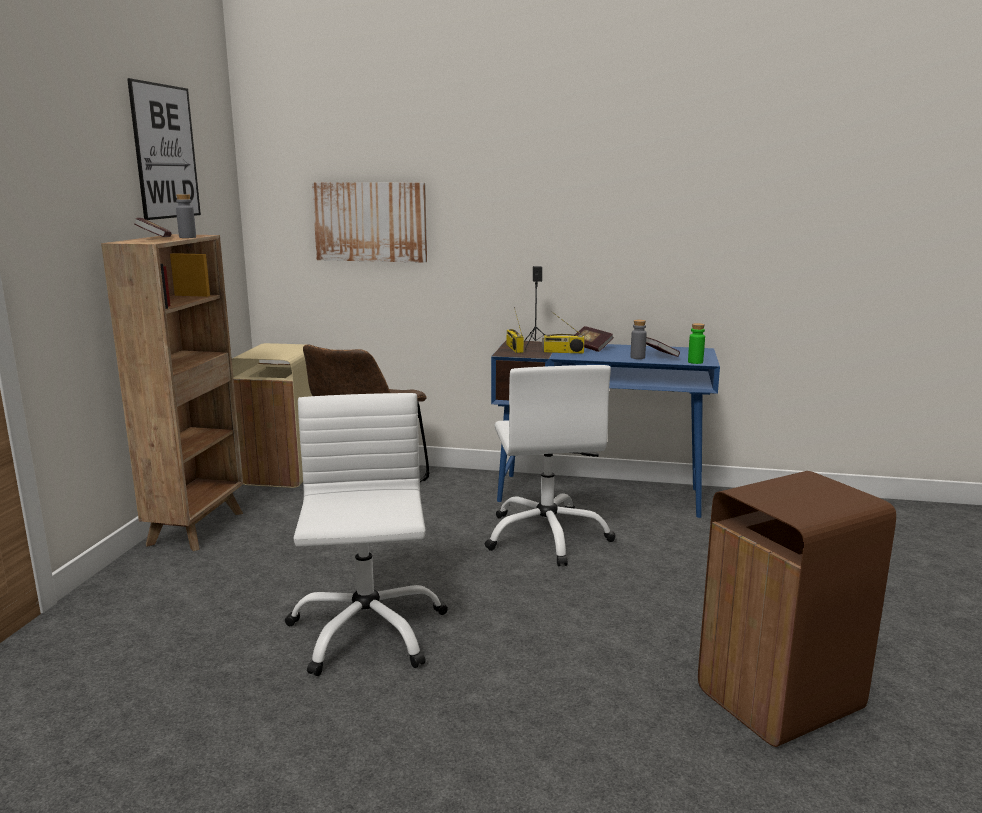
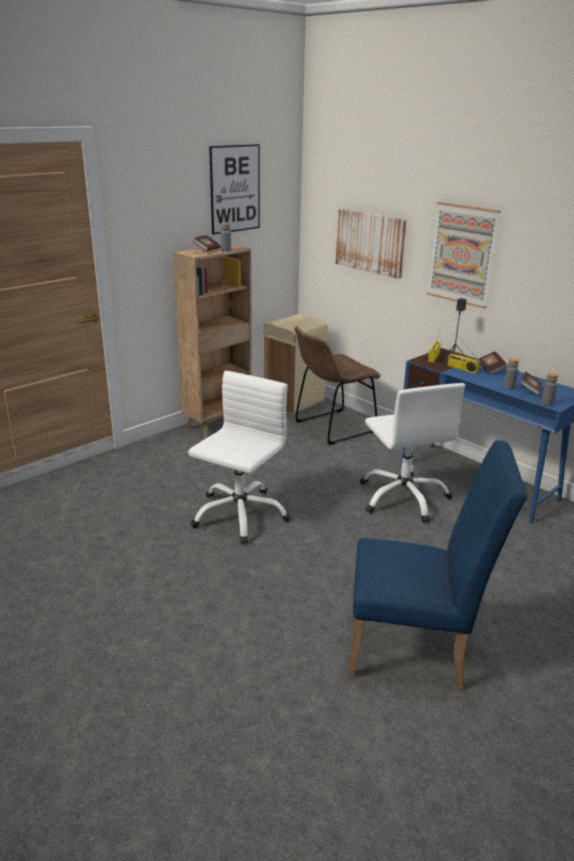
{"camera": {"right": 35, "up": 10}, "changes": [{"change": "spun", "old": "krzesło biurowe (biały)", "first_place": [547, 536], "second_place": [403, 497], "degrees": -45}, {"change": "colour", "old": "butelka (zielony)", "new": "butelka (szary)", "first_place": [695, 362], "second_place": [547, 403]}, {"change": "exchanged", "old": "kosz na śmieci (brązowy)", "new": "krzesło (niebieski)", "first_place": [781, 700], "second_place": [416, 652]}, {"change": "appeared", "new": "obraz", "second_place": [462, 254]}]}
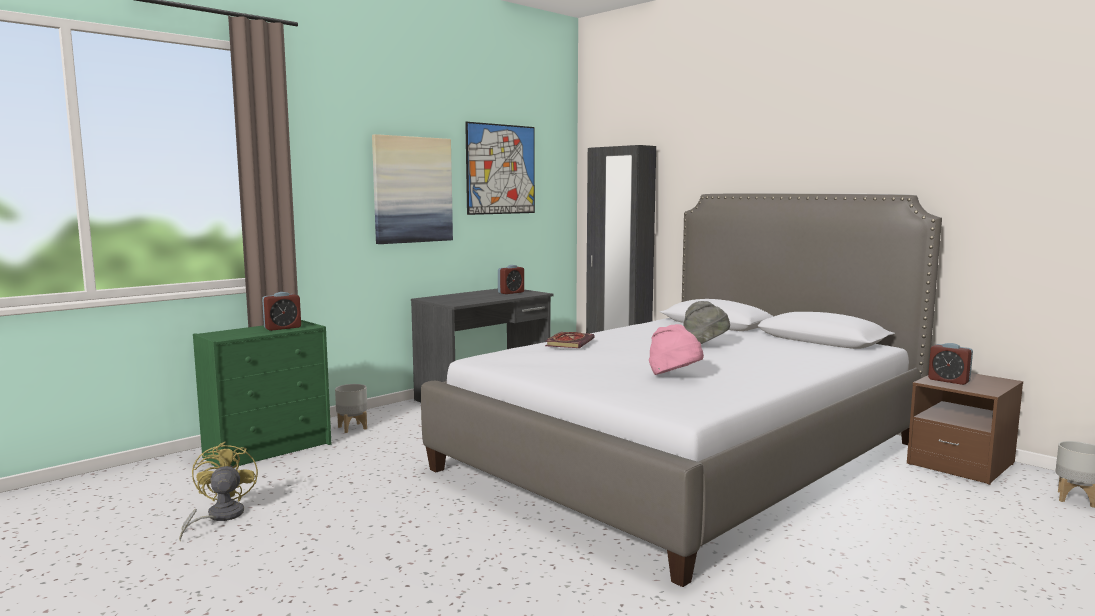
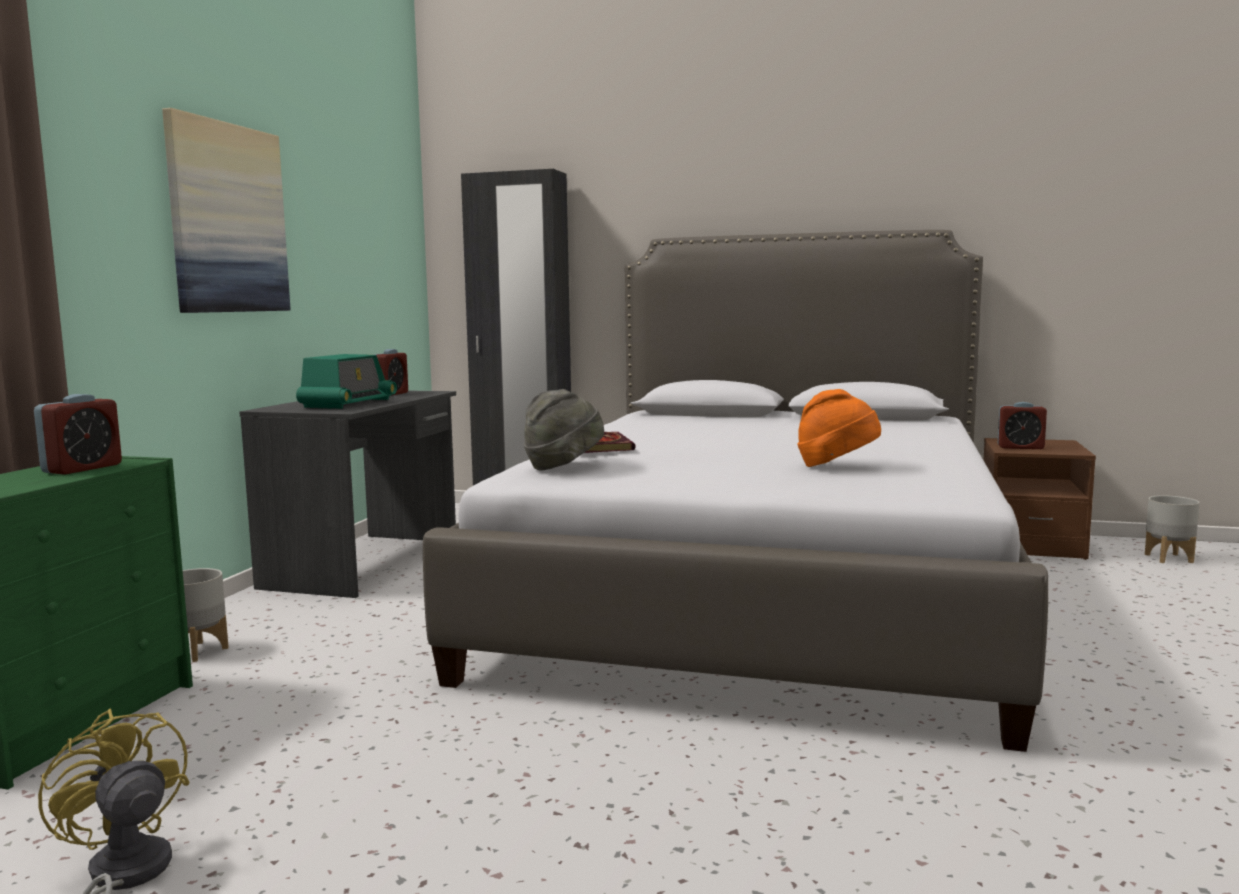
{"camera": {"right": -30, "up": 0}, "changes": [{"change": "missing", "old": "obraz", "first_place": [501, 169]}, {"change": "colour", "old": "kapelusz (różowy)", "new": "kapelusz (pomarańczowy)", "first_place": [675, 377], "second_place": [836, 466]}, {"change": "relocated", "old": "kapelusz (szary)", "first_place": [705, 345], "second_place": [563, 467]}, {"change": "appeared", "new": "radio", "second_place": [348, 403]}]}
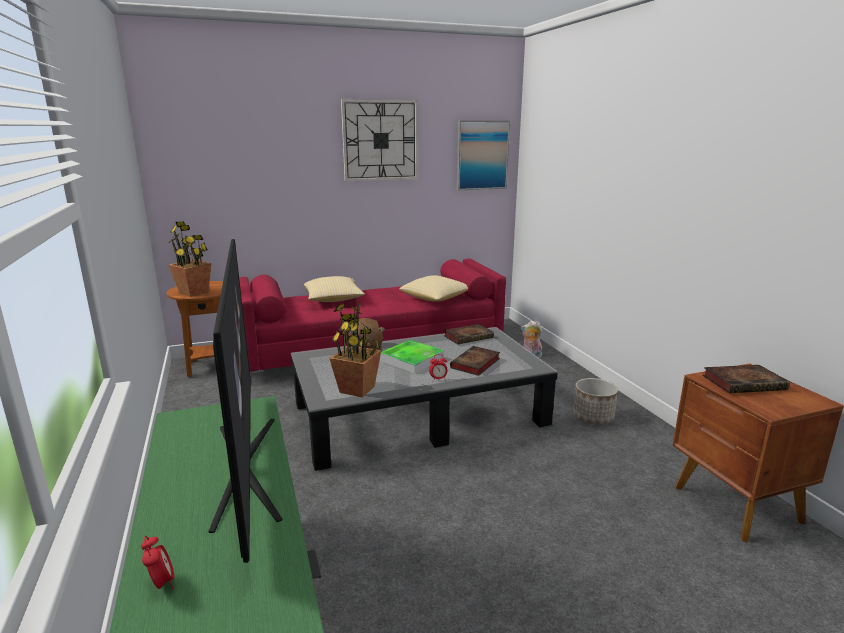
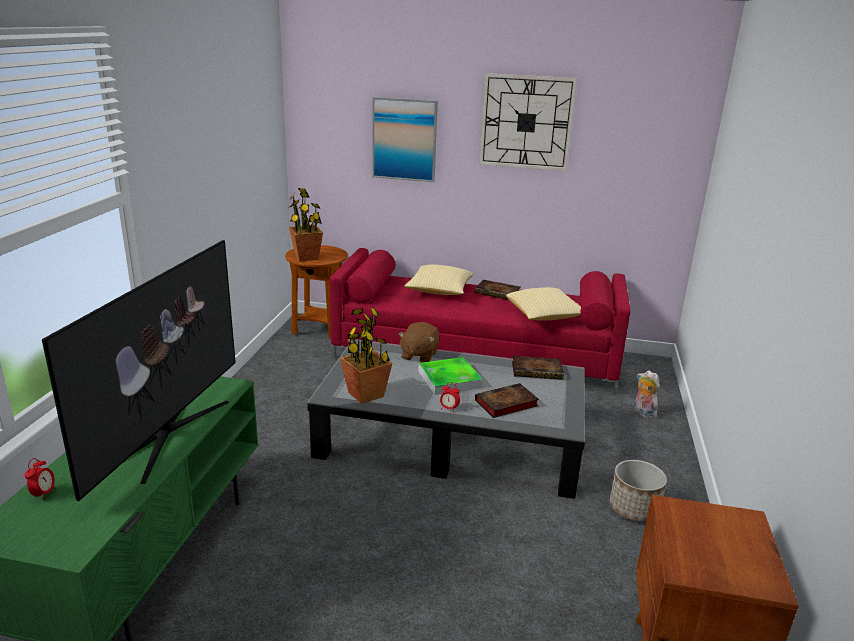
{"camera": {"right": 30, "up": 5}, "changes": [{"change": "relocated", "old": "obraz", "first_place": [482, 155], "second_place": [404, 139]}, {"change": "relocated", "old": "książka", "first_place": [744, 383], "second_place": [498, 293]}]}
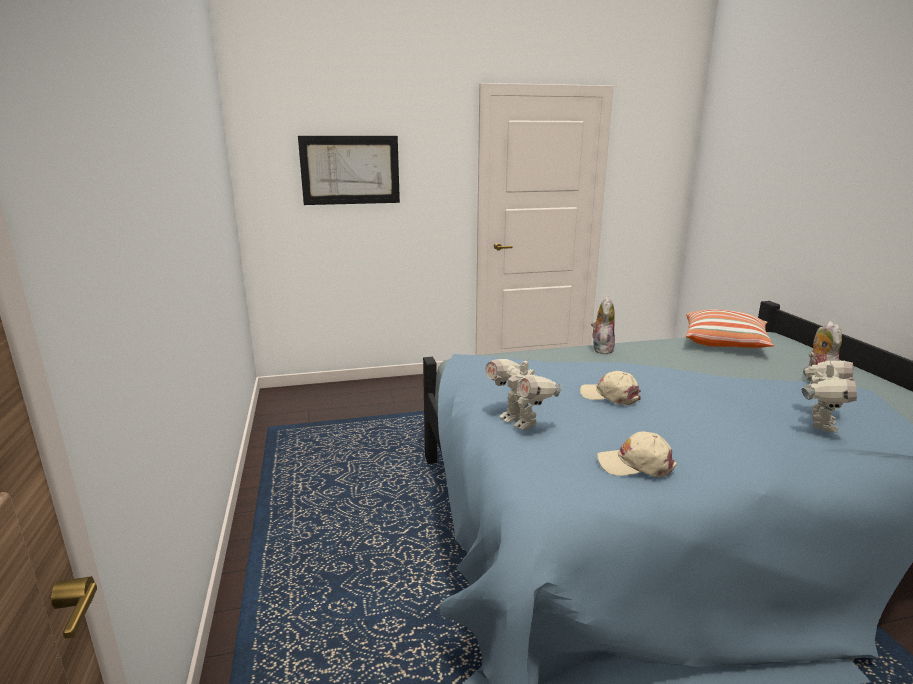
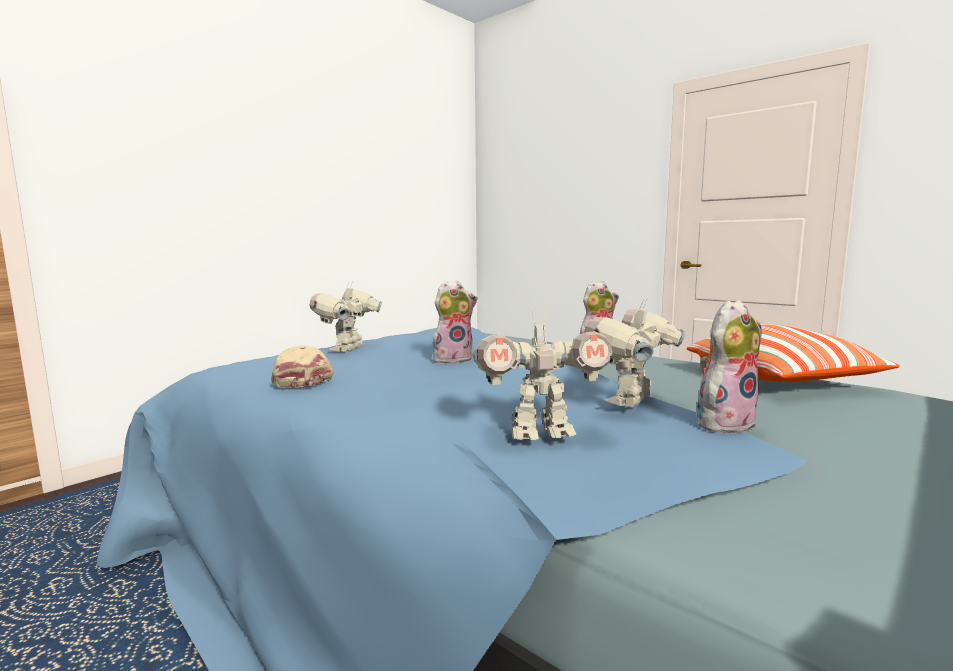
{"camera": {"right": 55, "up": -10}, "changes": [{"change": "missing", "old": "obraz", "first_place": [350, 170]}, {"change": "exchanged", "old": "czapka z daszkiem (beżowy)", "new": "pluszak", "first_place": [610, 395], "second_place": [453, 359]}, {"change": "appeared", "new": "robot zabawkowy", "second_place": [632, 402]}]}
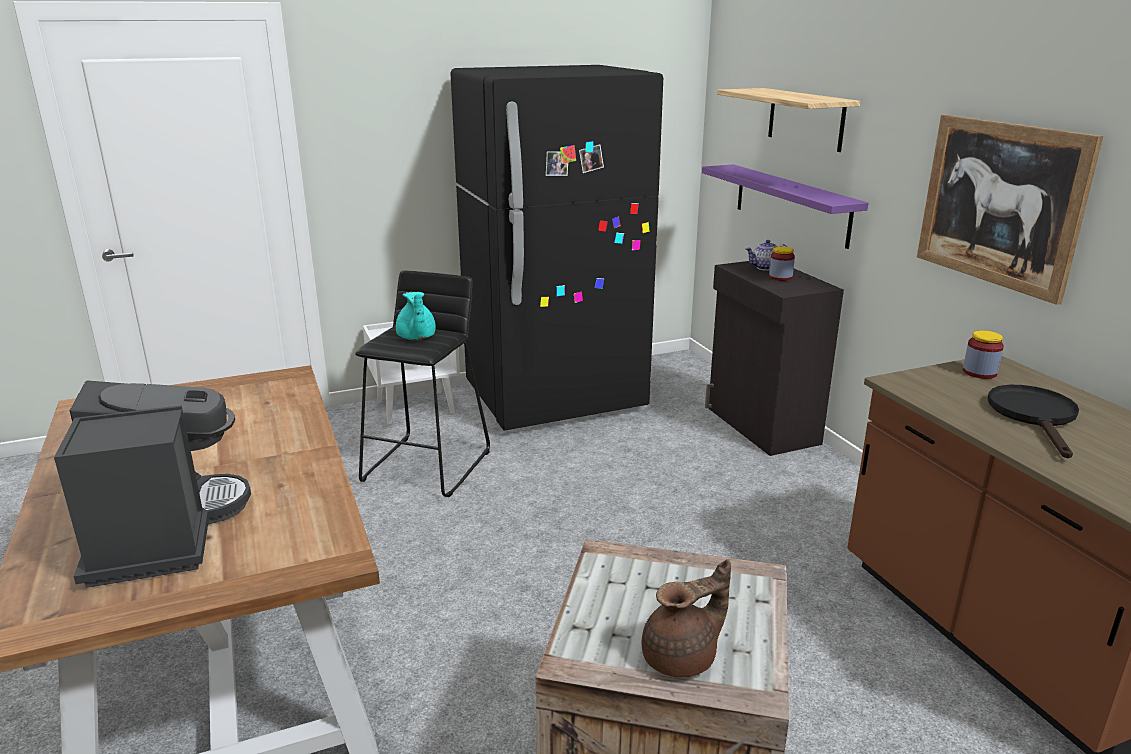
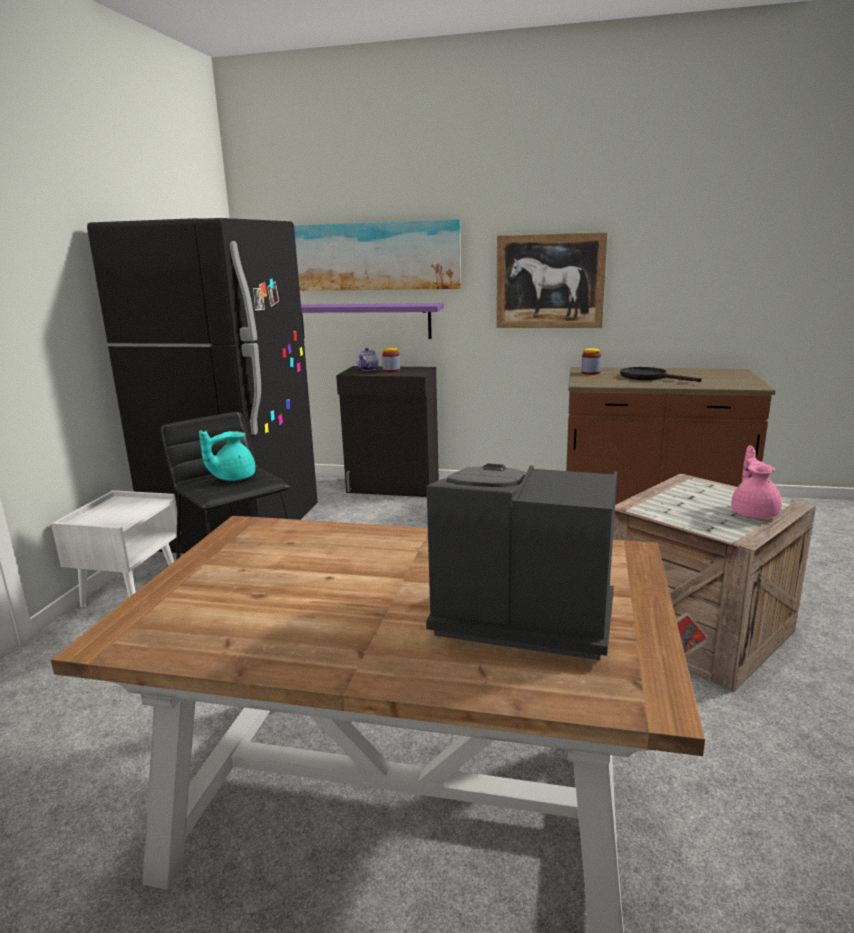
{"camera": {"right": -55, "up": -5}, "changes": [{"change": "spun", "old": "imbryk (turkusowy)", "first_place": [416, 337], "second_place": [232, 478], "degrees": 120}, {"change": "colour", "old": "imbryk (brązowy)", "new": "imbryk (różowy)", "first_place": [682, 658], "second_place": [754, 513]}, {"change": "exchanged", "old": "półka", "new": "obraz", "first_place": [805, 119], "second_place": [367, 256]}]}
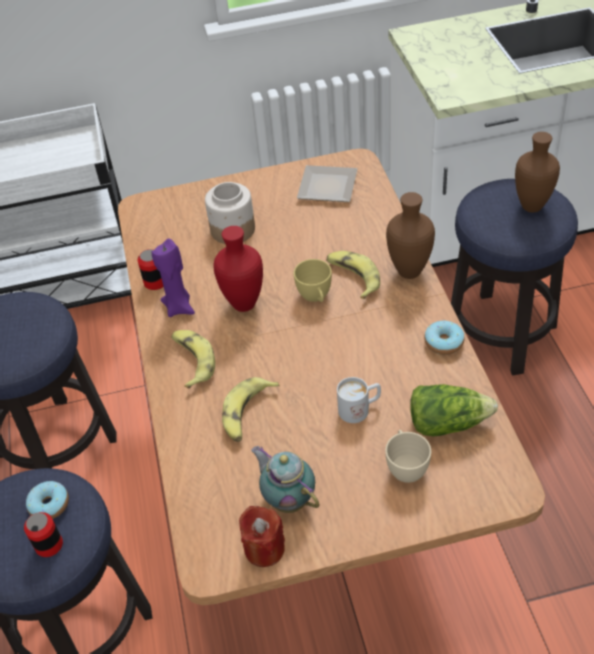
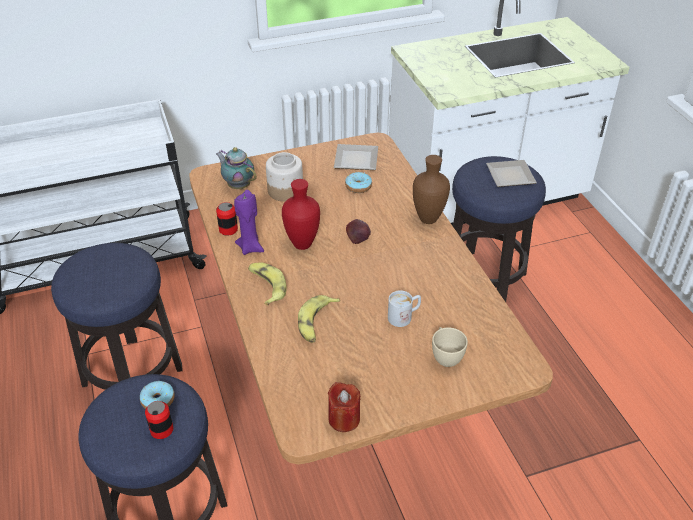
{"camera": {"right": -10, "up": -5}, "changes": [{"change": "relocated", "old": "imbryk", "first_place": [288, 499], "second_place": [238, 185]}, {"change": "exchanged", "old": "filiżanka (żółty)", "new": "jabłko", "first_place": [315, 297], "second_place": [358, 238]}, {"change": "missing", "old": "banan", "first_place": [353, 277]}, {"change": "missing", "old": "sałata", "first_place": [447, 422]}, {"change": "relocated", "old": "donut", "first_place": [443, 343], "second_place": [358, 187]}, {"change": "exchanged", "old": "wazon (brązowy)", "new": "talerz", "first_place": [532, 206], "second_place": [511, 175]}]}
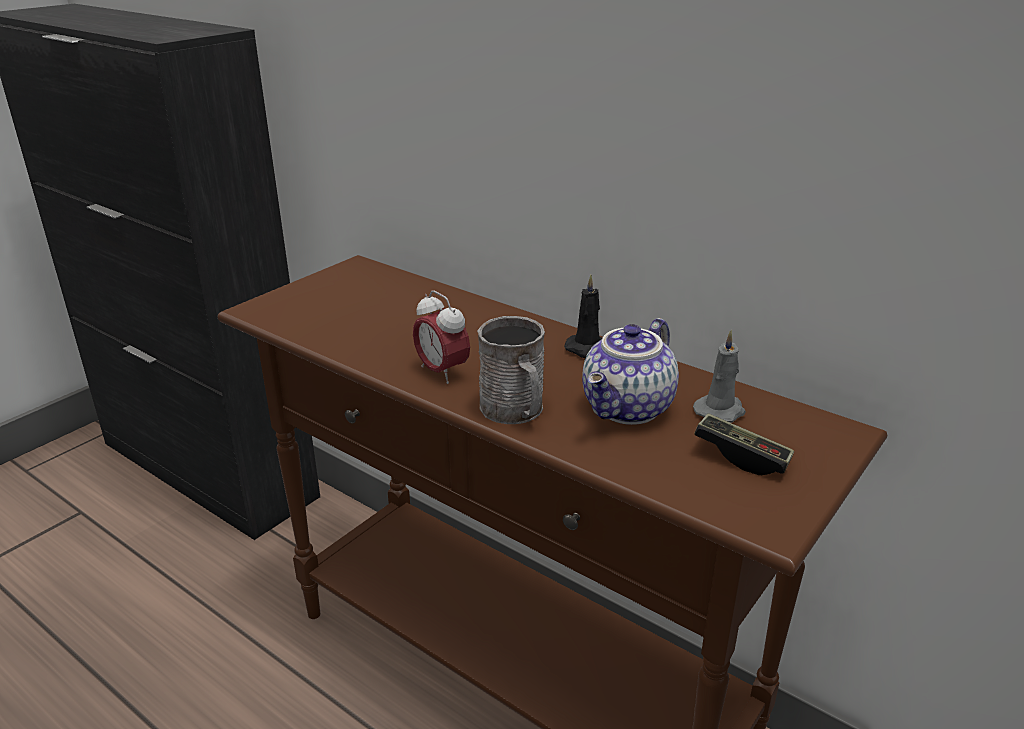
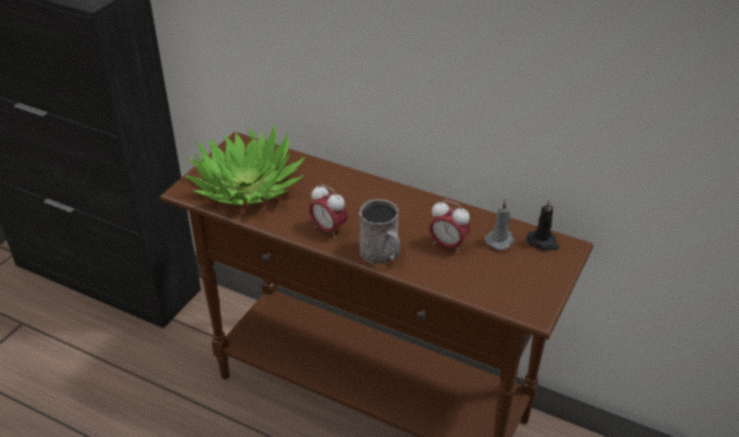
{"camera": {"right": -10, "up": 10}, "changes": [{"change": "relocated", "old": "świeca (czarny)", "first_place": [589, 350], "second_place": [543, 242]}, {"change": "exchanged", "old": "imbryk", "new": "budzik", "first_place": [629, 409], "second_place": [447, 245]}, {"change": "missing", "old": "pad do gier", "first_place": [741, 457]}, {"change": "appeared", "new": "roślina doniczkowa", "second_place": [247, 186]}]}
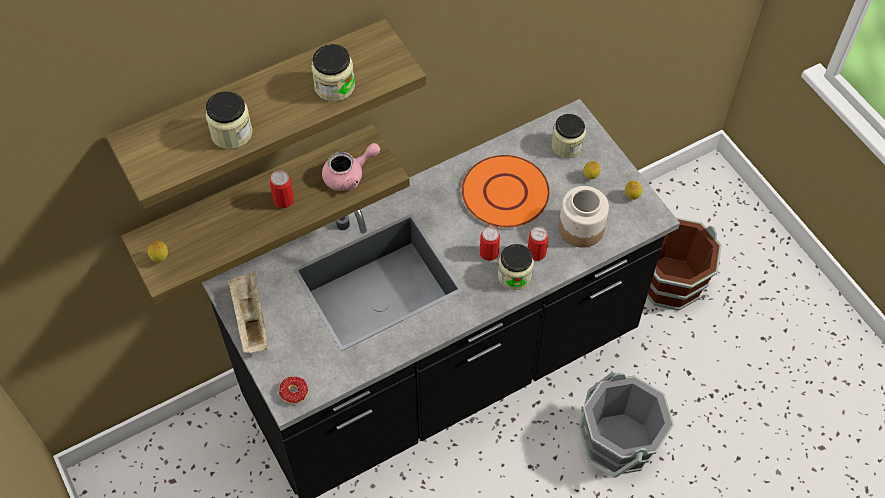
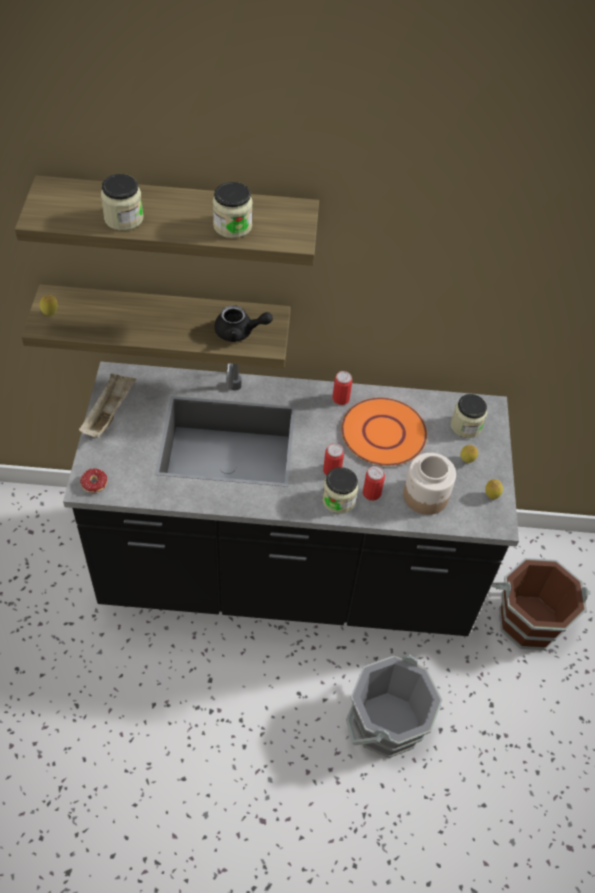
{"camera": {"right": 30, "up": -5}, "changes": [{"change": "relocated", "old": "puszka", "first_place": [284, 200], "second_place": [340, 398]}, {"change": "colour", "old": "imbryk (różowy)", "new": "imbryk (czarny)", "first_place": [349, 175], "second_place": [239, 332]}]}
